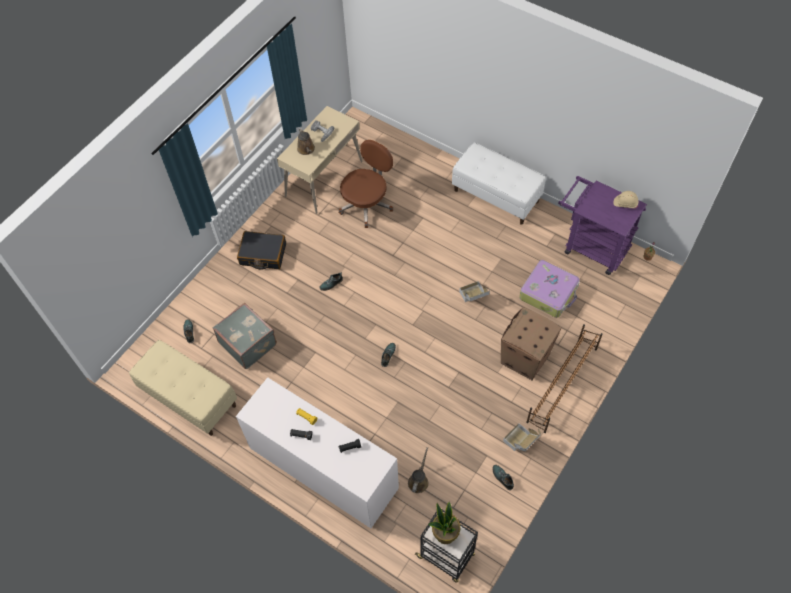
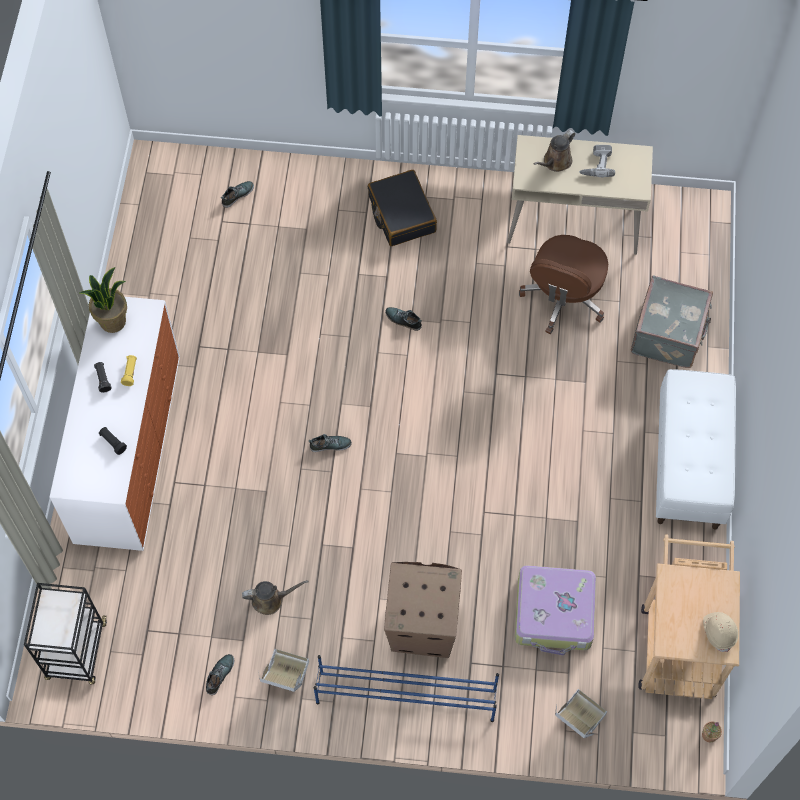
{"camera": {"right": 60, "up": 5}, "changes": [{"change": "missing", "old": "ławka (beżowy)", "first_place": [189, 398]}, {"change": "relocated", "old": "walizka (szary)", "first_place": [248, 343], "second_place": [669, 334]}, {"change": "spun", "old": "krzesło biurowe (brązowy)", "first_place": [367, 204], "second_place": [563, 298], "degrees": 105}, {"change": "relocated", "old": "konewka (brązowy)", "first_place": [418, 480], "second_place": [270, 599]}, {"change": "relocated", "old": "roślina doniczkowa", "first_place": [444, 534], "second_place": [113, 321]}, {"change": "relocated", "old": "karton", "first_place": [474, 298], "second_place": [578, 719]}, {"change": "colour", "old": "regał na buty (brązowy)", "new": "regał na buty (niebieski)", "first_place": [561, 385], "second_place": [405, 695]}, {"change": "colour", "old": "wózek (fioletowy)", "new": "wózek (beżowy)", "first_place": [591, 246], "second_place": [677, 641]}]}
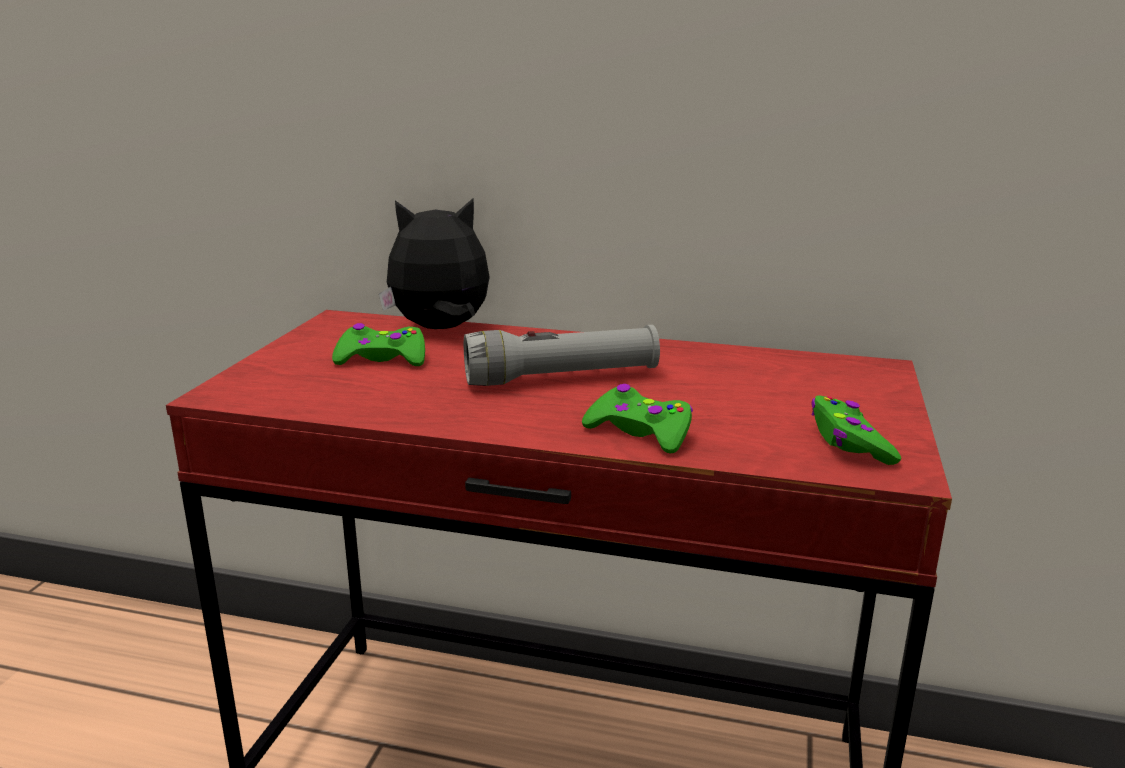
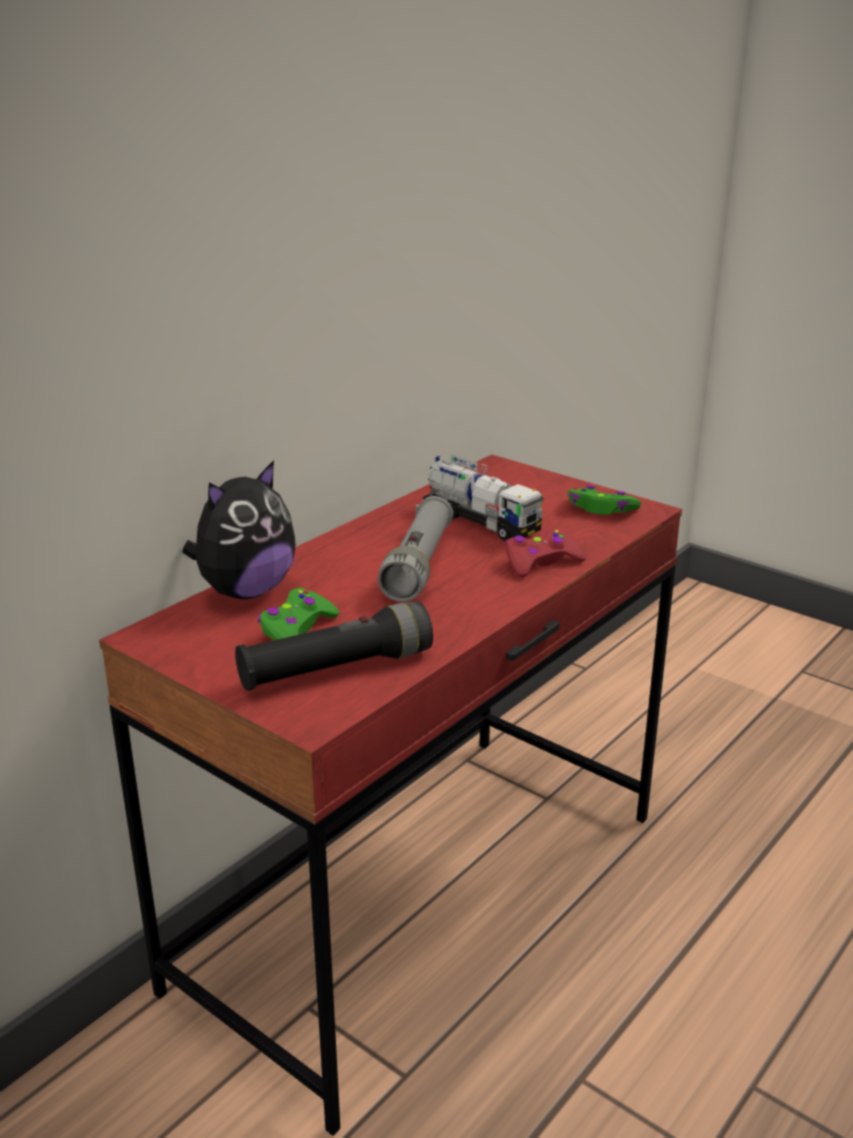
{"camera": {"right": -65, "up": 5}, "changes": [{"change": "spun", "old": "pluszak", "first_place": [441, 329], "second_place": [245, 591], "degrees": -150}, {"change": "colour", "old": "pad do gier (zielony)", "new": "pad do gier (czerwony)", "first_place": [640, 432], "second_place": [541, 562]}, {"change": "appeared", "new": "latarka (czarny)", "second_place": [336, 669]}, {"change": "appeared", "new": "ciężarówka zabawkowa", "second_place": [481, 521]}]}
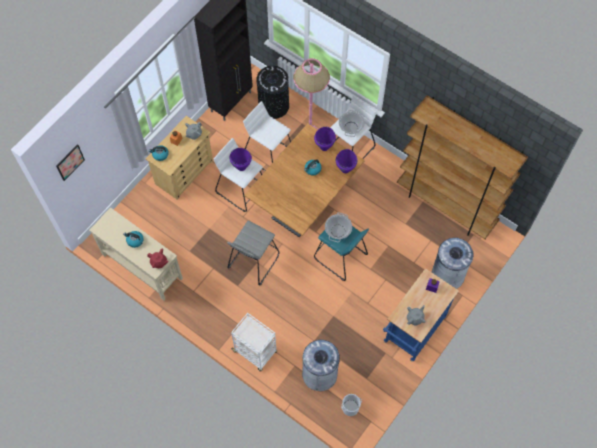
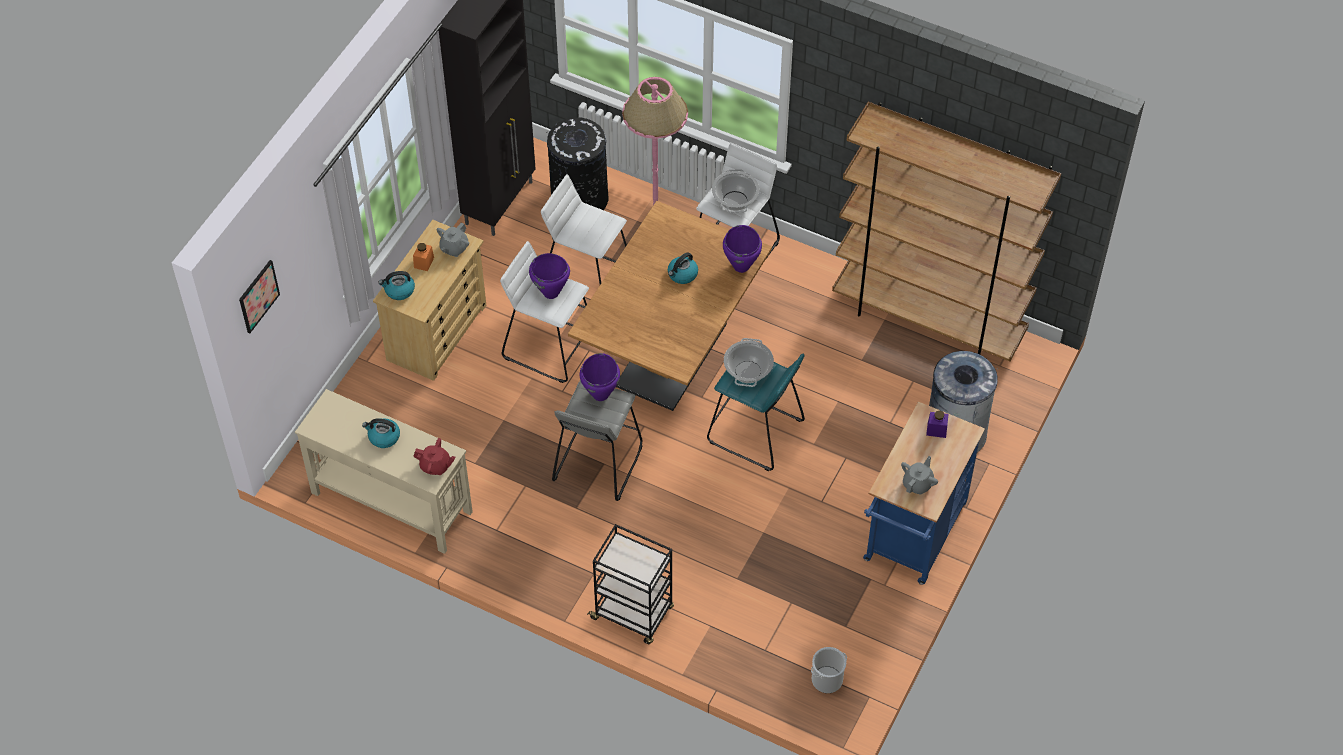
{"camera": {"right": -10, "up": -10}, "changes": [{"change": "colour", "old": "wózek (biały)", "new": "wózek (czarny)", "first_place": [255, 352], "second_place": [633, 613]}, {"change": "missing", "old": "kosz na śmieci (szary)", "first_place": [319, 374]}, {"change": "relocated", "old": "garnek (fioletowy)", "first_place": [324, 147], "second_place": [601, 394]}]}
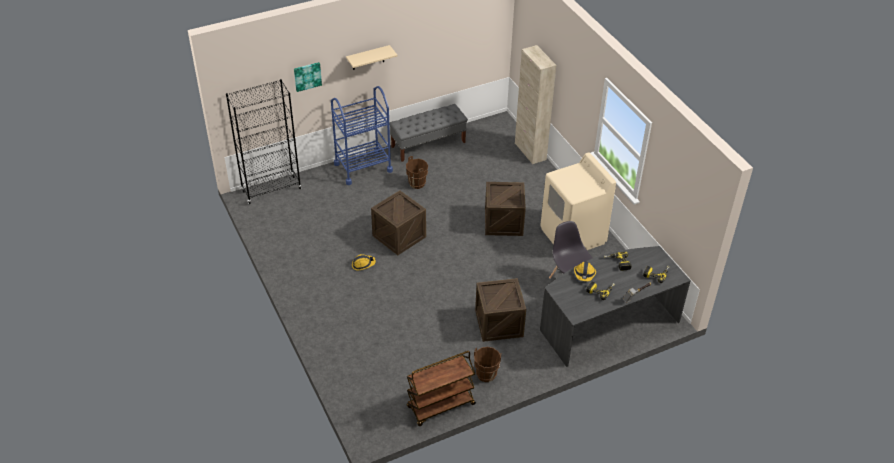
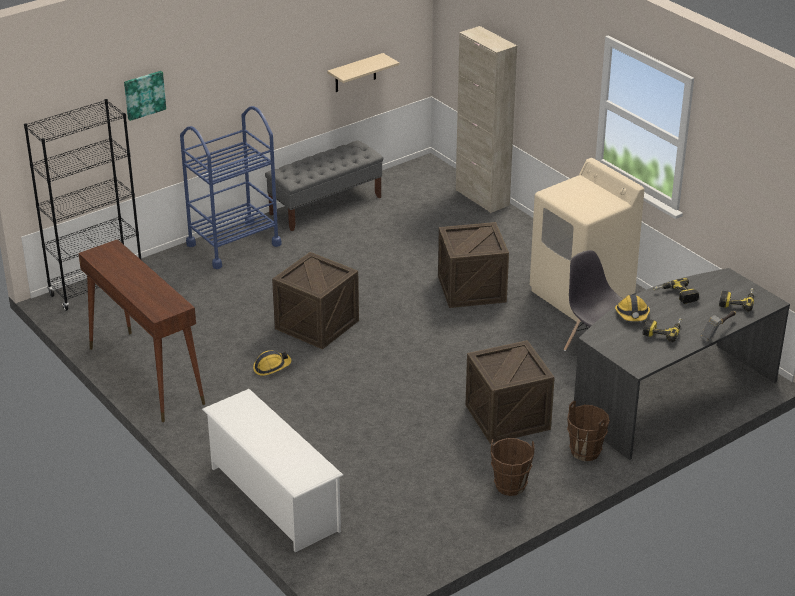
{"camera": {"right": -10, "up": -10}, "changes": [{"change": "relocated", "old": "półka (beżowy)", "first_place": [368, 58], "second_place": [355, 73]}, {"change": "relocated", "old": "wiadro (brązowy)", "first_place": [417, 183], "second_place": [585, 452]}, {"change": "missing", "old": "wózek (brązowy)", "first_place": [440, 406]}, {"change": "appeared", "new": "stolik konsolowy (brązowy)", "second_place": [145, 375]}, {"change": "appeared", "new": "regał na buty (biały)", "second_place": [273, 498]}]}
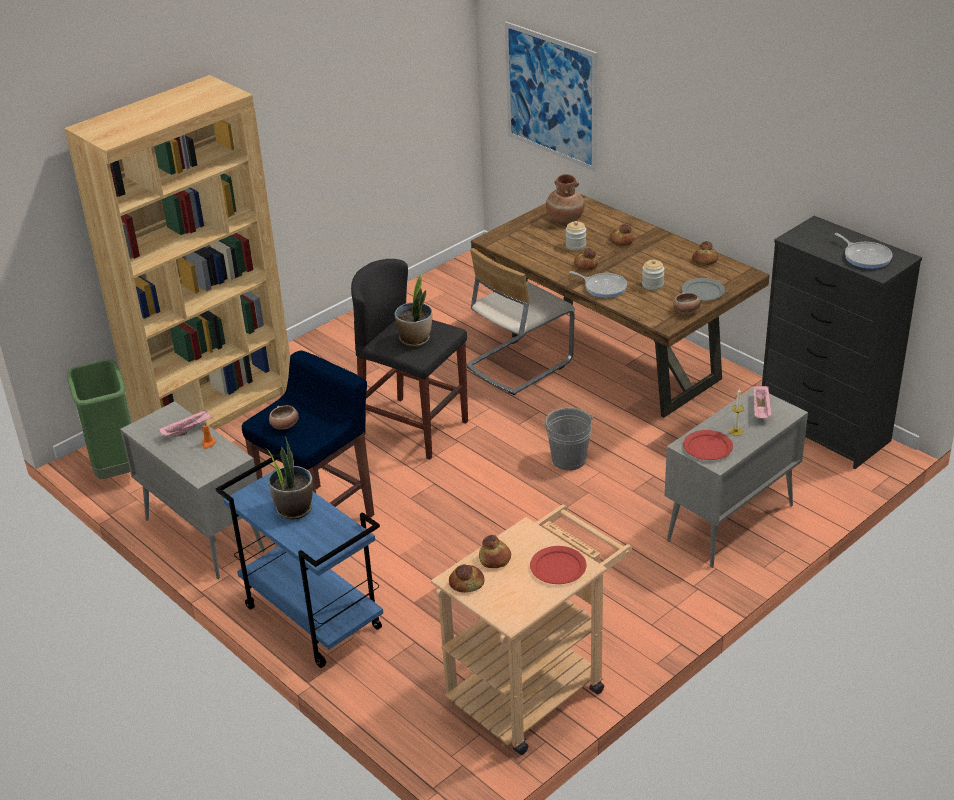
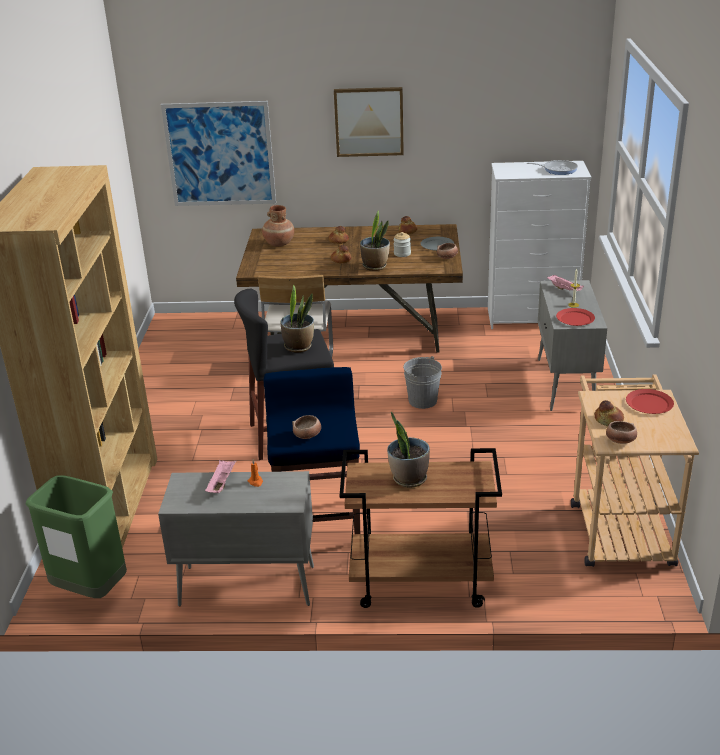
{"camera": {"right": -45, "up": -5}, "changes": [{"change": "colour", "old": "wózek (niebieski)", "new": "wózek (brązowy)", "first_place": [311, 617], "second_place": [419, 583]}, {"change": "exchanged", "old": "chleb", "new": "miska", "first_place": [466, 583], "second_place": [620, 441]}, {"change": "missing", "old": "słoik", "first_place": [575, 246]}, {"change": "exchanged", "old": "patelnia", "new": "roślina doniczkowa", "first_place": [603, 287], "second_place": [375, 266]}, {"change": "colour", "old": "komoda (czarny)", "new": "komoda (biały)", "first_place": [825, 431], "second_place": [532, 317]}, {"change": "appeared", "new": "obraz", "second_place": [369, 121]}]}
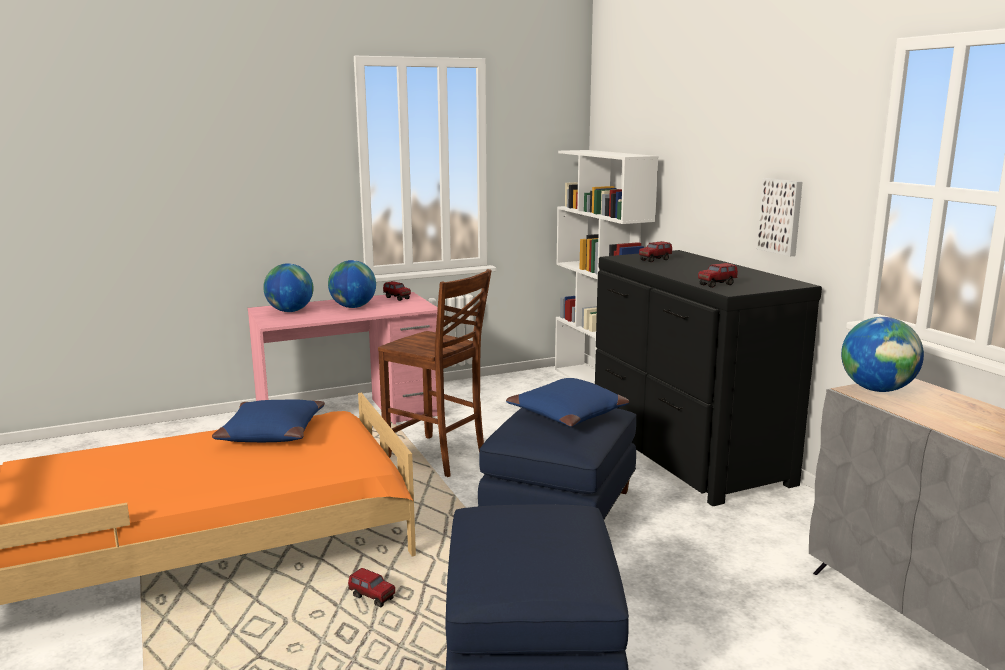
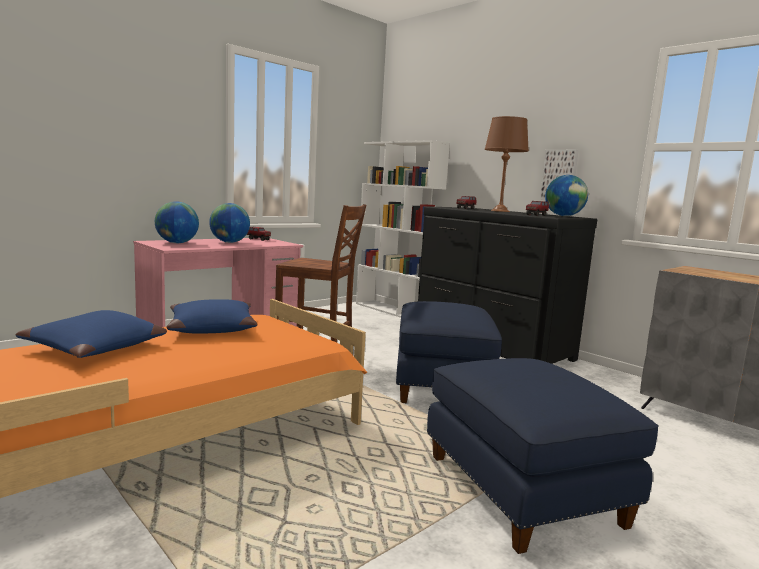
{"camera": {"right": -20, "up": -5}, "changes": [{"change": "missing", "old": "ciężarówka zabawkowa", "first_place": [372, 598]}, {"change": "relocated", "old": "poduszka (niebieski)", "first_place": [568, 414], "second_place": [96, 347]}, {"change": "relocated", "old": "globus", "first_place": [877, 390], "second_place": [564, 216]}, {"change": "appeared", "new": "lampa stołowa (brązowy)", "second_place": [500, 211]}]}
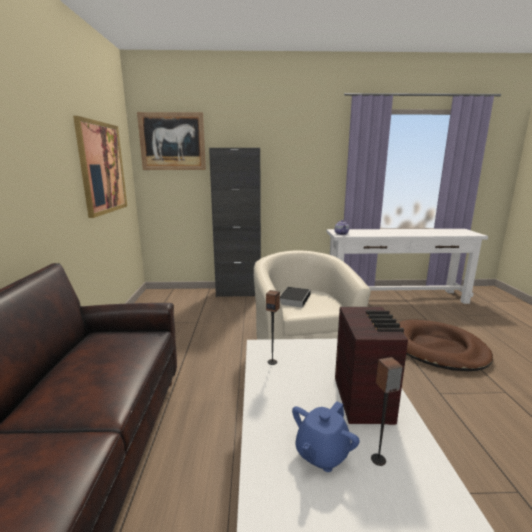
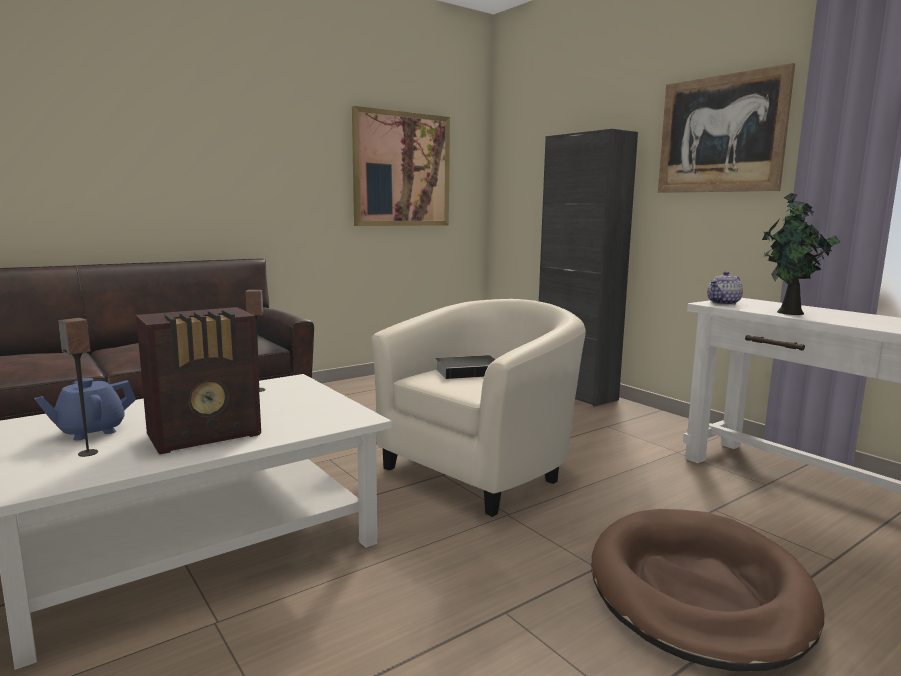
{"camera": {"right": 55, "up": -5}, "changes": [{"change": "relocated", "old": "obraz", "first_place": [172, 141], "second_place": [720, 134]}, {"change": "spun", "old": "imbryk (niebieski)", "first_place": [321, 454], "second_place": [90, 431], "degrees": -45}, {"change": "appeared", "new": "roślina doniczkowa", "second_place": [789, 313]}]}
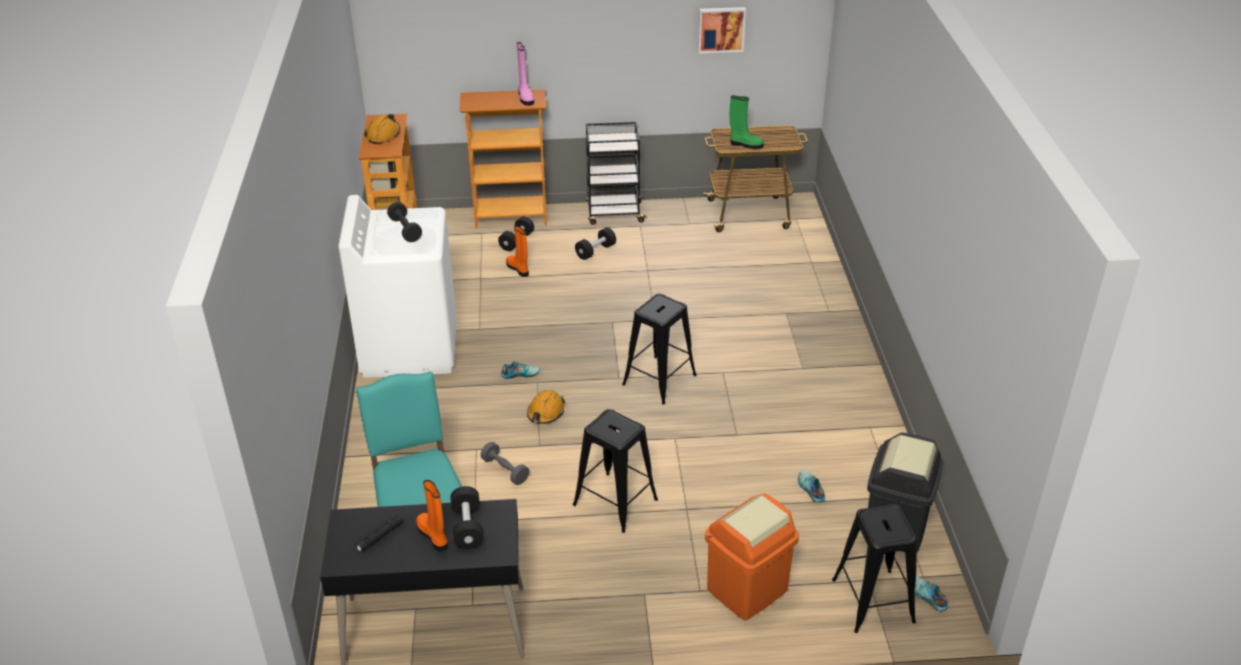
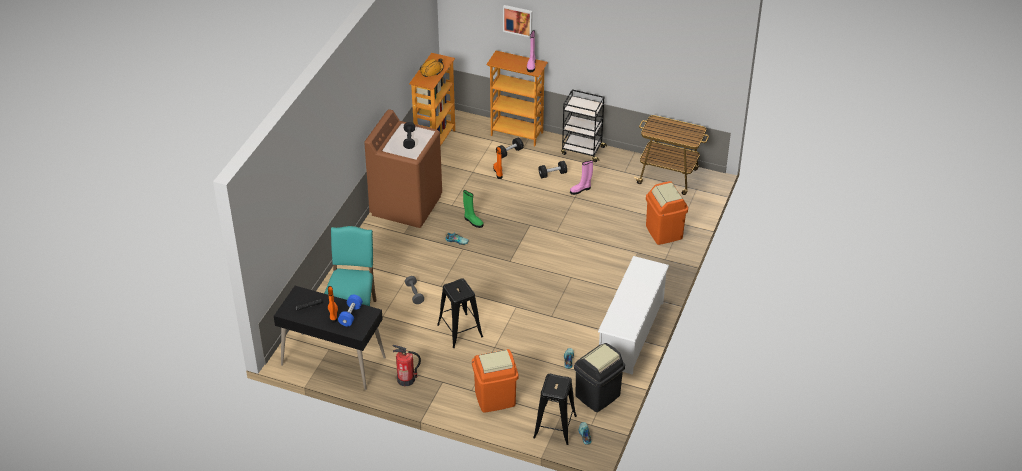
{"camera": {"right": 25, "up": 5}, "changes": [{"change": "colour", "old": "pralka (biały)", "new": "pralka (brązowy)", "first_place": [409, 347], "second_place": [406, 205]}, {"change": "colour", "old": "hantel (czarny)", "new": "hantel (niebieski)", "first_place": [467, 527], "second_place": [350, 315]}, {"change": "missing", "old": "kask (pomarańczowy)", "first_place": [545, 412]}, {"change": "missing", "old": "stołek (czarny)", "first_place": [659, 379]}, {"change": "relocated", "old": "obraz", "first_place": [721, 29], "second_place": [518, 20]}, {"change": "relocated", "old": "but z cholewką (zielony)", "first_place": [745, 144], "second_place": [473, 221]}, {"change": "appeared", "new": "gaśnica", "second_place": [406, 379]}, {"change": "appeared", "new": "but z cholewką (różowy)", "second_place": [581, 190]}, {"change": "appeared", "new": "regał na buty (biały)", "second_place": [631, 333]}, {"change": "appeared", "new": "kosz na śmieci (pomarańczowy)", "second_place": [664, 232]}]}
